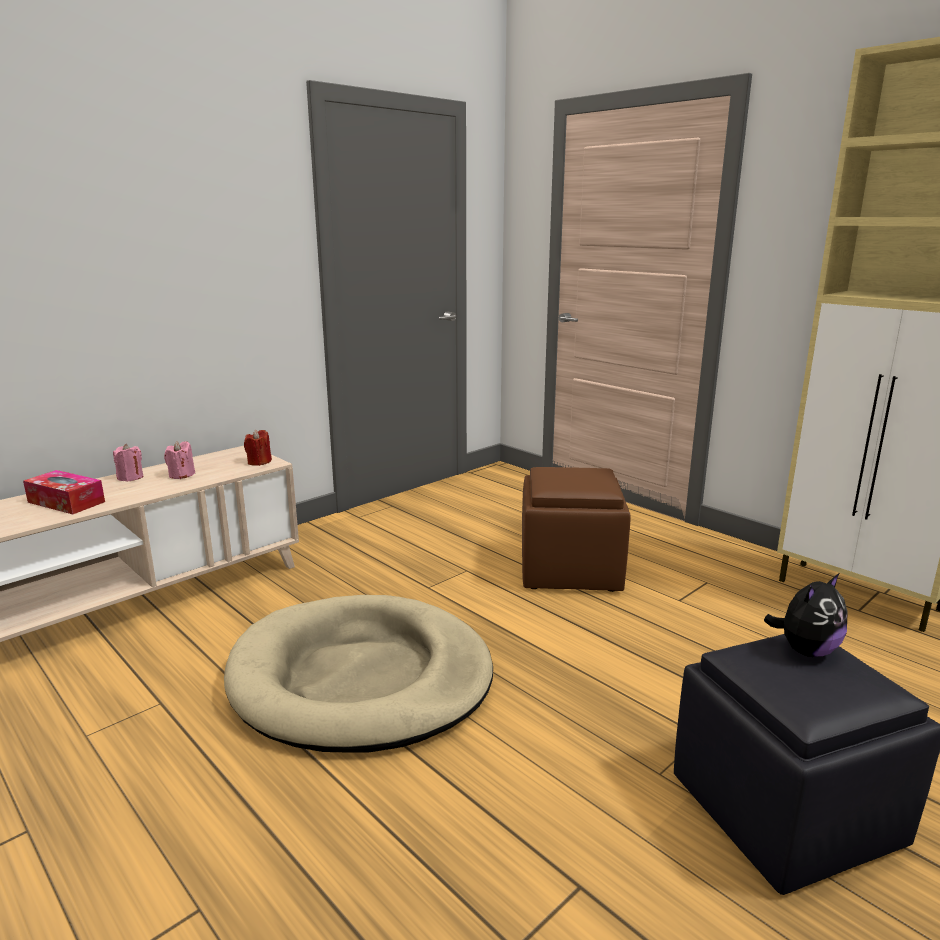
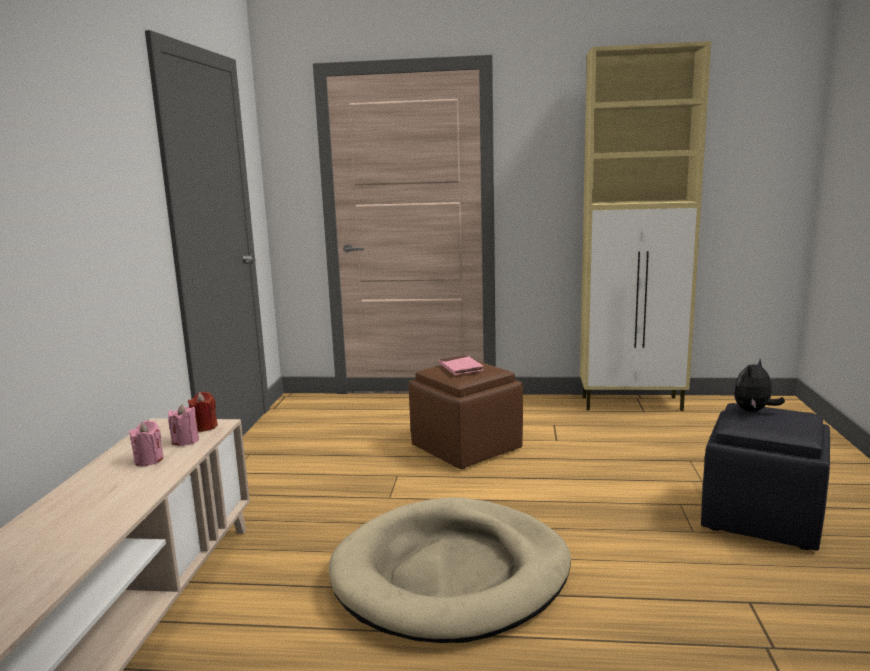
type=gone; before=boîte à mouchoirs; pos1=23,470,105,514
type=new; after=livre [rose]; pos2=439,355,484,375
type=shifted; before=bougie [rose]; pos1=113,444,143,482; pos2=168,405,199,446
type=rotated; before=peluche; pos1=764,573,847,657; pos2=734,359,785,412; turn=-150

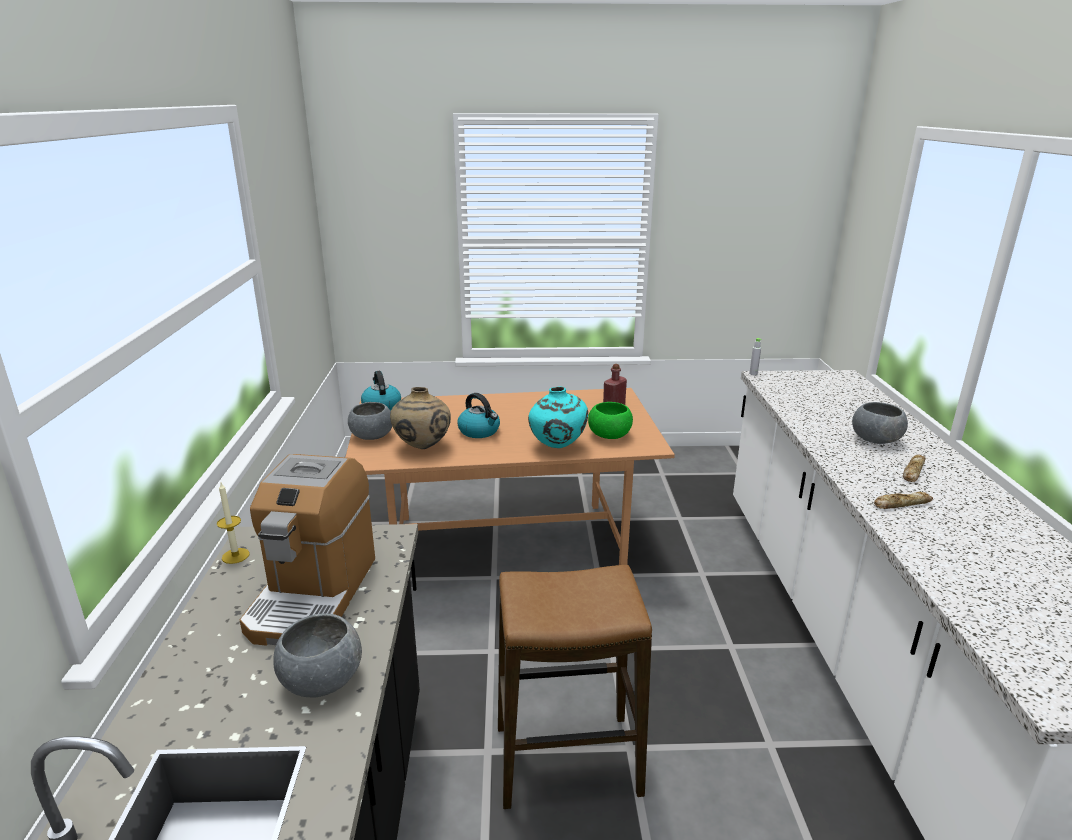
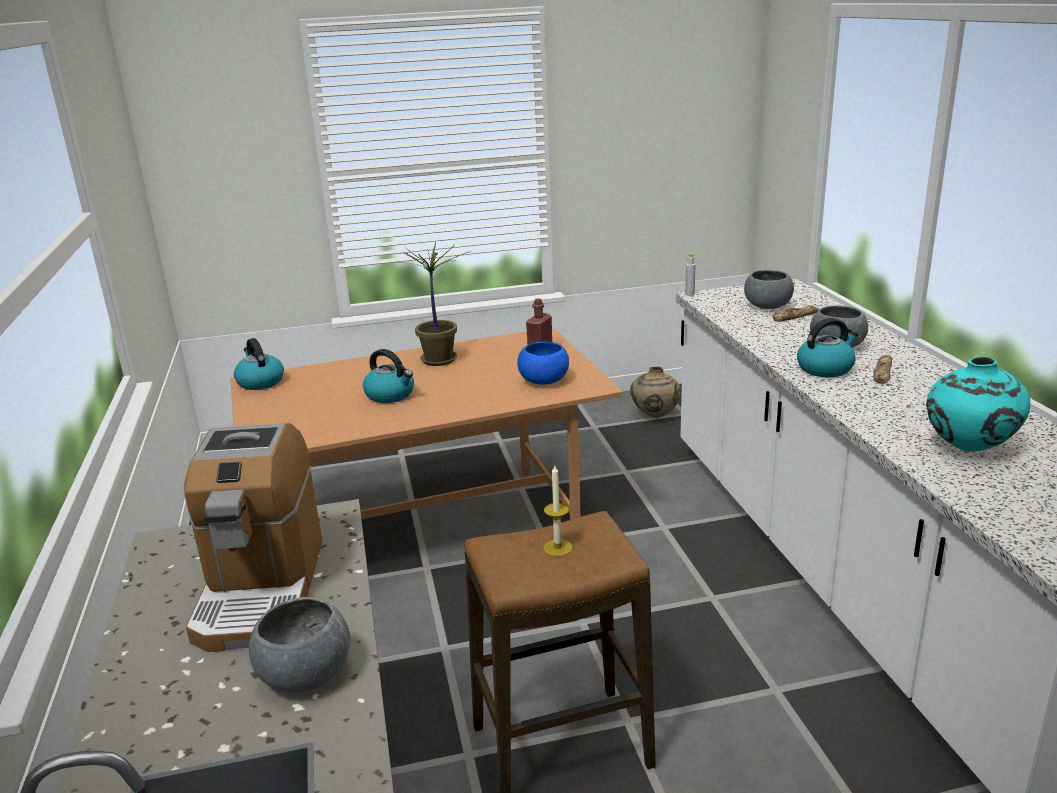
type=new; after=plante en pot; pos2=395,242,472,366
type=new; after=bouilloire; pos2=797,318,859,377
type=shifted; before=bougie; pos1=217,483,250,564; pos2=543,465,573,557
type=shifted; before=bol [gris]; pos1=348,402,392,440; pos2=744,270,794,309
type=shifted; before=vase [beige]; pos1=390,387,451,449; pos2=630,366,681,418
type=shifted; before=vase [turquoise]; pos1=528,386,588,448; pos2=926,356,1030,452
type=shifted; before=pain; pos1=874,492,933,509; pos2=773,305,819,321
type=repainted; before=bol [vert]; after=bol [bleu]; pos1=588,402,633,439; pos2=517,342,569,385

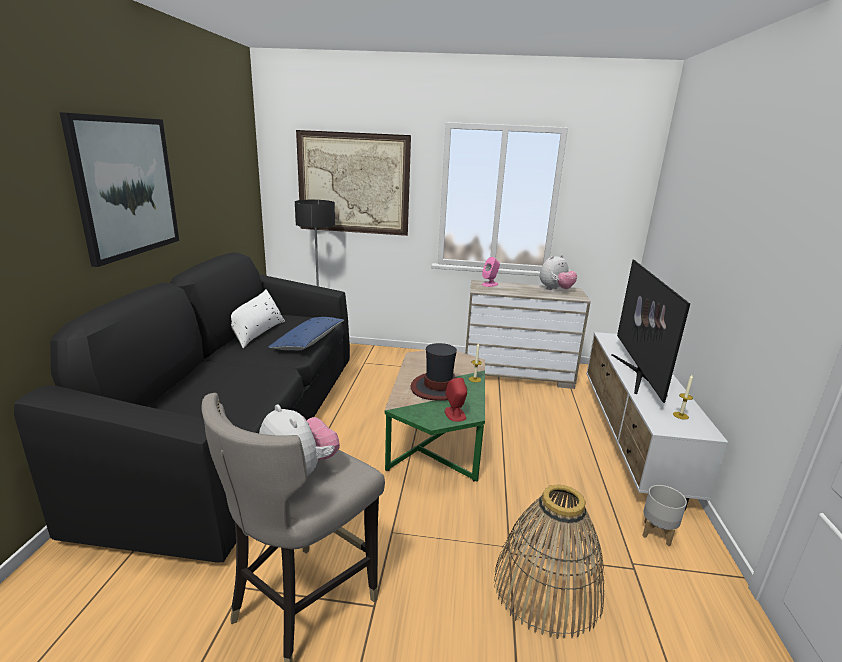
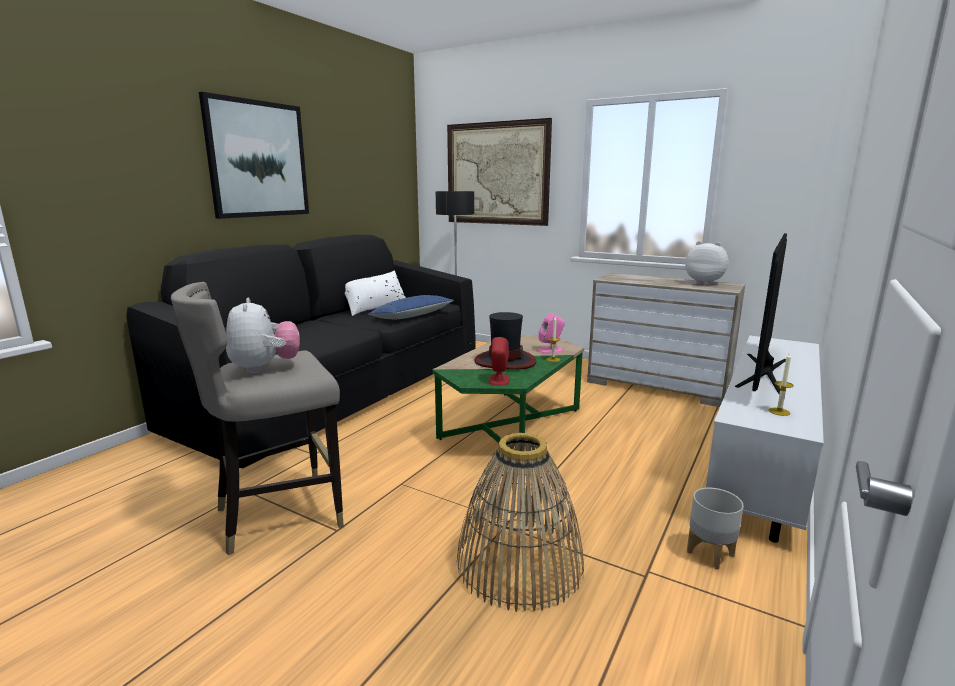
type=shifted; before=enceinte [rose]; pos1=482,257,500,287; pos2=538,313,565,354
type=rotated; before=peluche; pos1=540,255,577,290; pos2=685,241,728,285; turn=-135

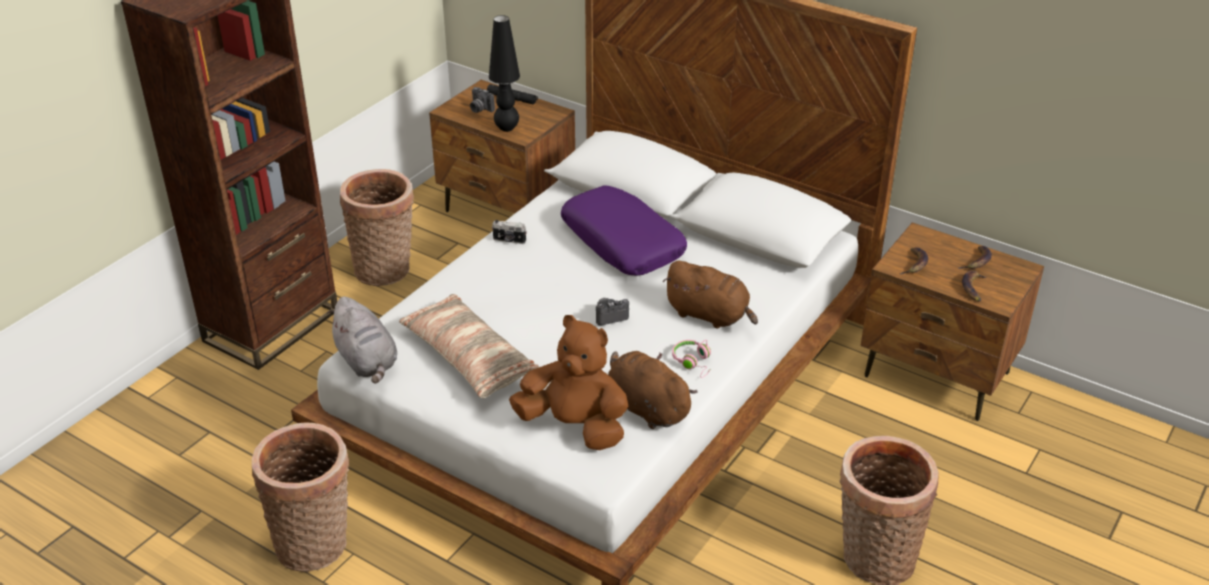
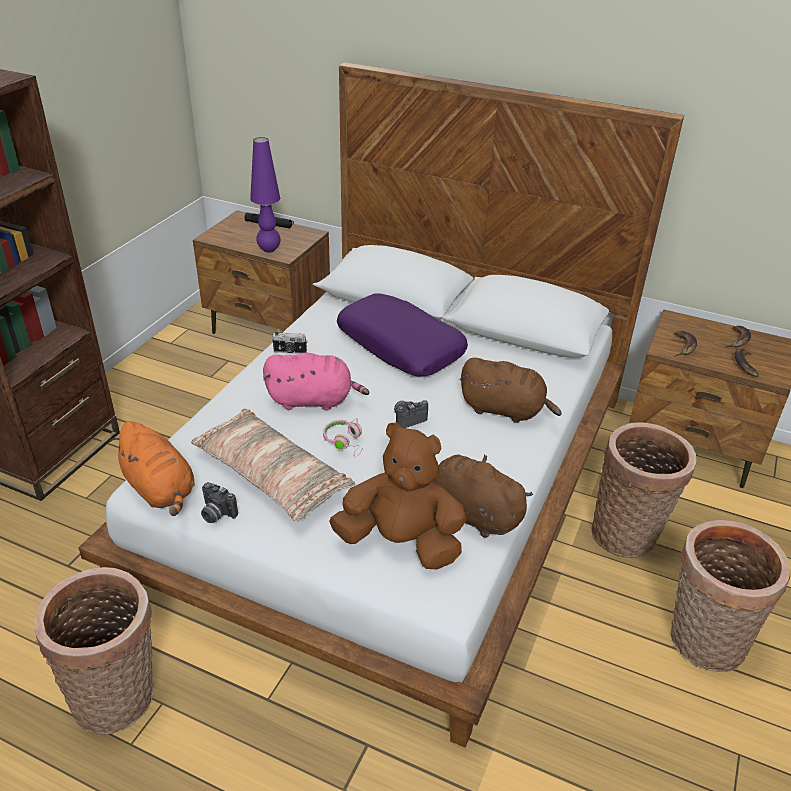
type=new; after=peluche [rose]; pos2=263,353,369,410
type=shifted; before=panier; pos1=340,169,414,286; pos2=592,422,697,558
type=shifted; before=appareil photo; pos1=470,87,495,113; pos2=201,482,238,523
type=shifted; before=casque audio [rose]; pos1=672,340,711,378; pos2=323,418,363,458
type=repainted; before=peluche [gris]; after=peluche [orange]; pos1=326,296,397,384; pos2=110,421,195,516
type=repainted; before=lampe de table [noir]; after=lampe de table [violet]; pos1=489,15,520,132; pos2=250,137,281,252

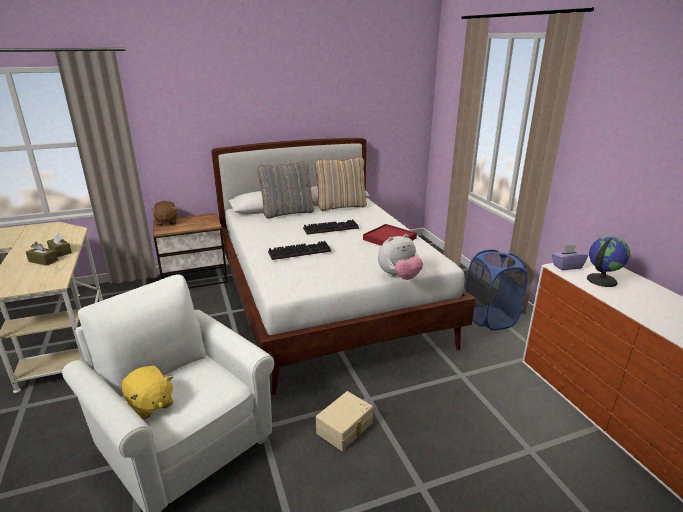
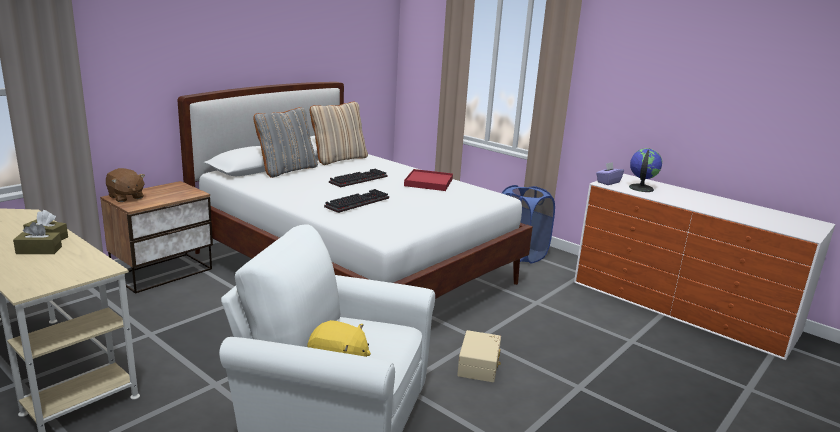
type=gone; before=peluche; pos1=378,234,423,280

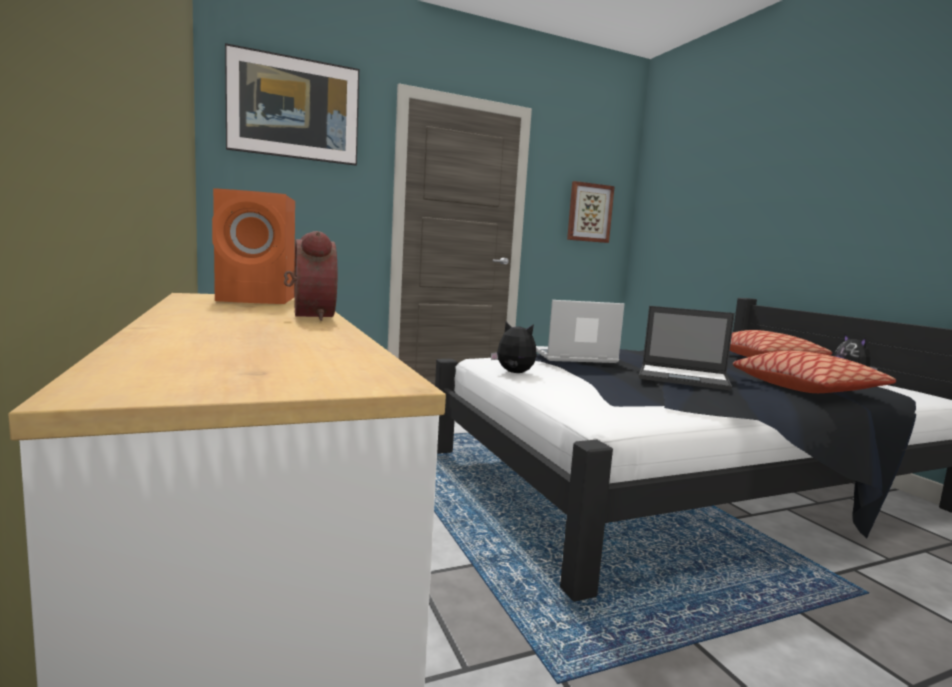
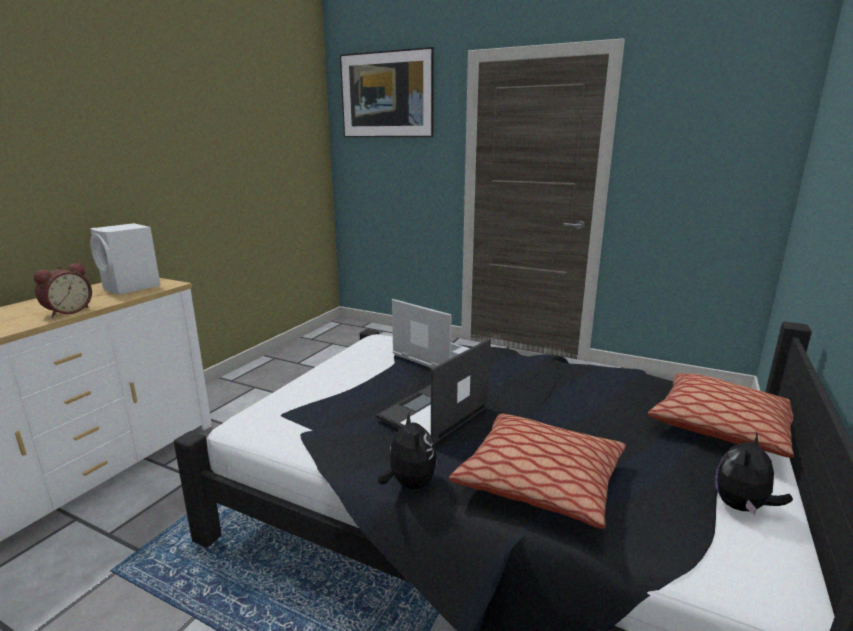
type=gone; before=tableau; pos1=567,181,615,243
type=shifted; before=peluche; pos1=491,322,537,373; pos2=378,411,437,489
type=repainted; before=enceinte [orange]; after=enceinte [blanc]; pos1=212,188,295,304; pos2=90,223,161,295
type=rotated; before=ordinateur portable; pos1=639,306,735,390; pos2=376,338,491,444; turn=60

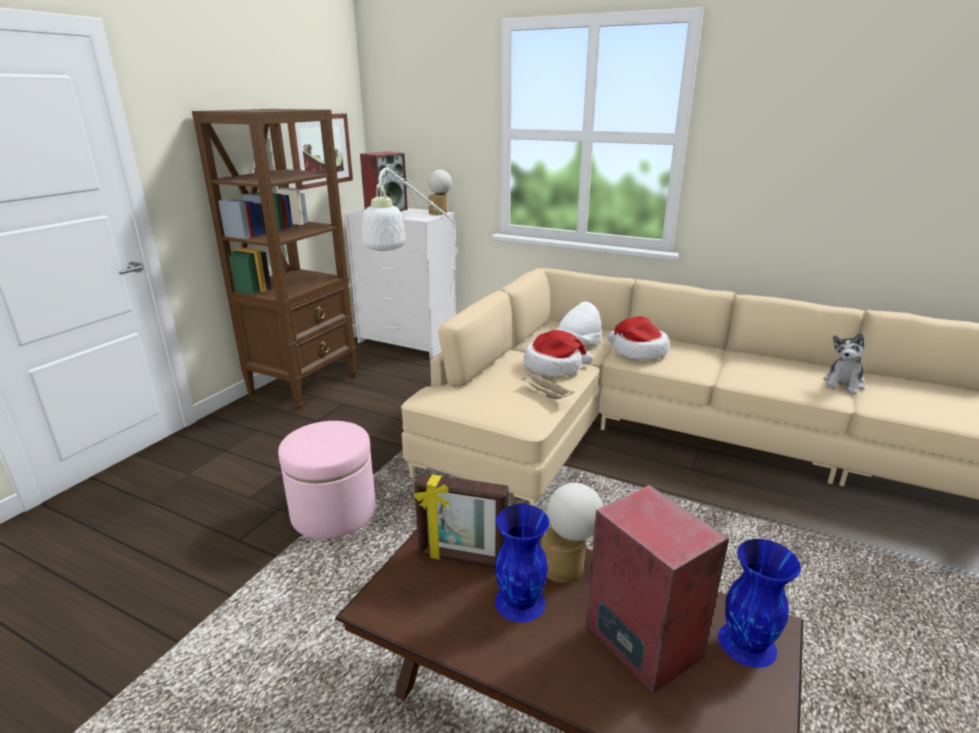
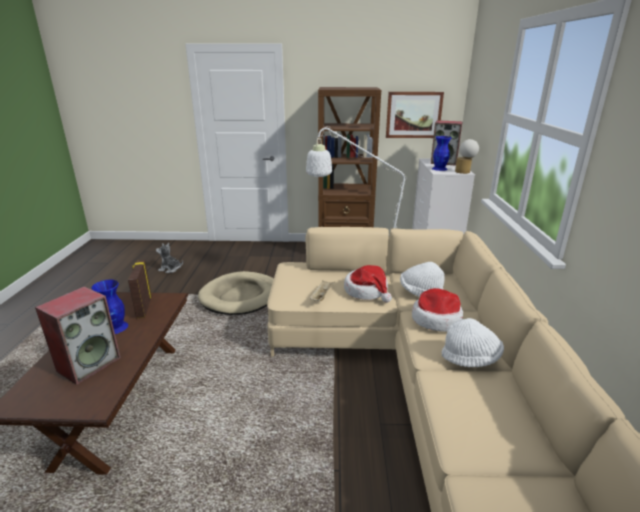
type=gone; before=lampe de table; pos1=541,483,603,583
type=new; after=chapeau [blanc]; pos2=442,318,504,367
type=shifted; before=vase [bleu]; pos1=718,539,801,668; pos2=432,136,452,171
type=shifted; before=peluche; pos1=823,333,865,395; pos2=156,243,183,273
type=swapped; before=pouf [rose]; after=panier pour chien [beige]; pos1=278,421,376,539; pos2=198,271,274,315

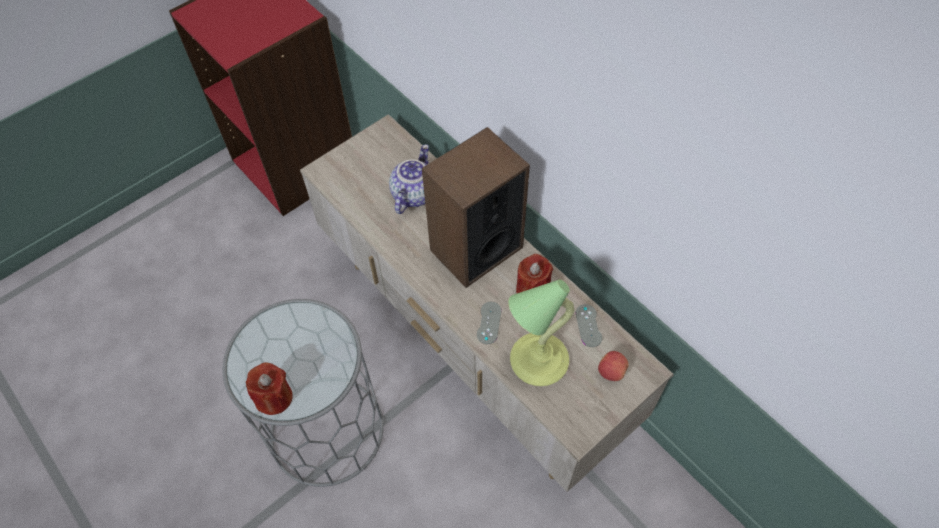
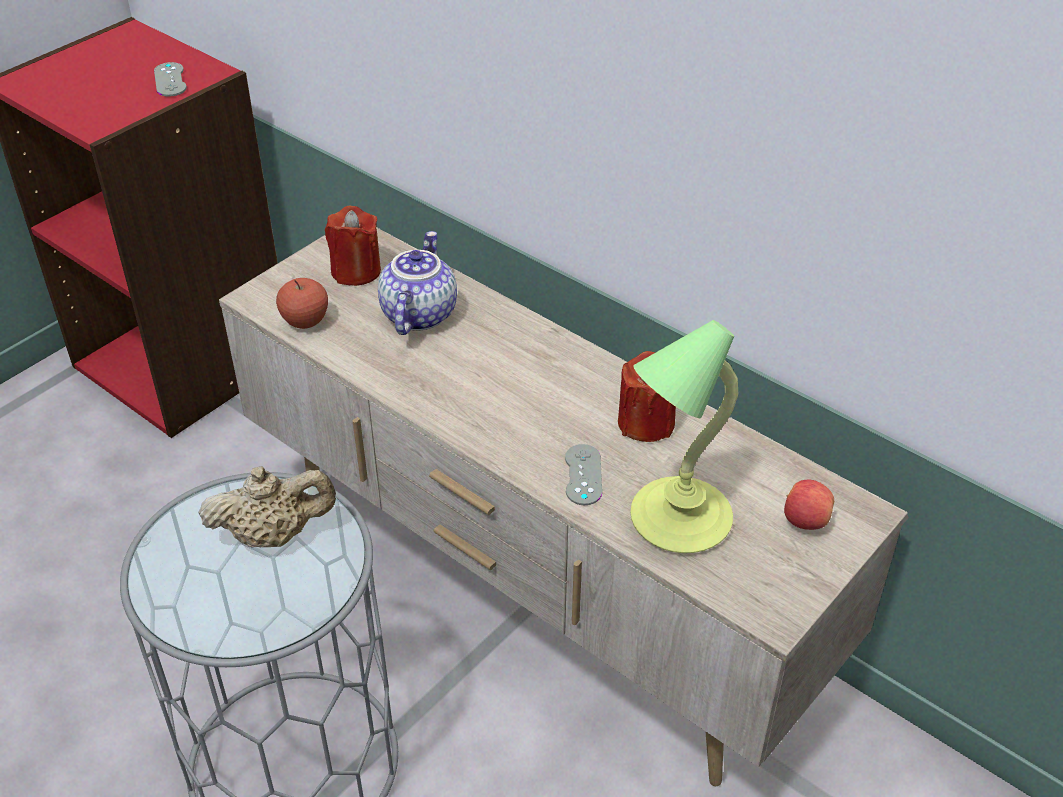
type=gone; before=enceinte; pos1=422,127,530,288
type=new; after=théière [beige]; pos2=198,466,336,547
type=new; after=pomme; pos2=276,278,328,329
type=shifted; before=bougie [rouge]; pos1=246,362,293,415; pos2=325,206,381,286
type=shifted; before=manette [gris]; pos1=576,304,602,347; pos2=154,62,187,97

